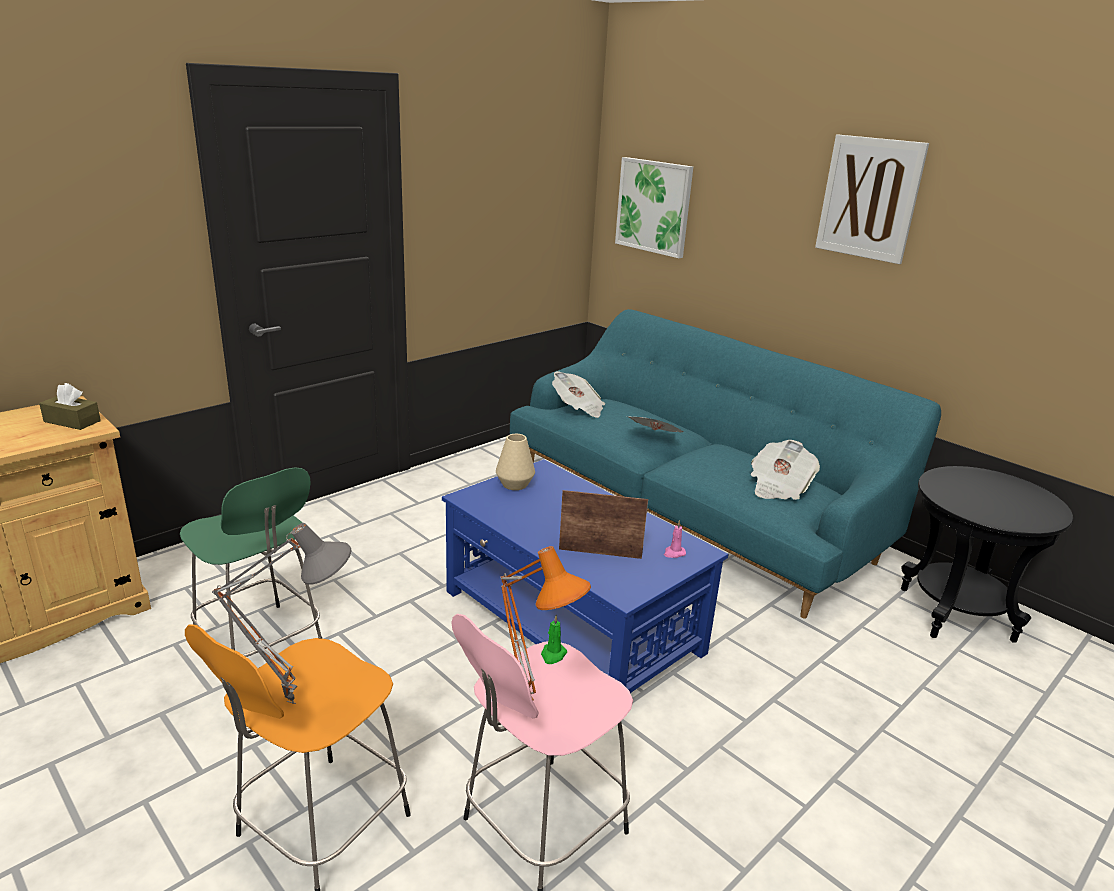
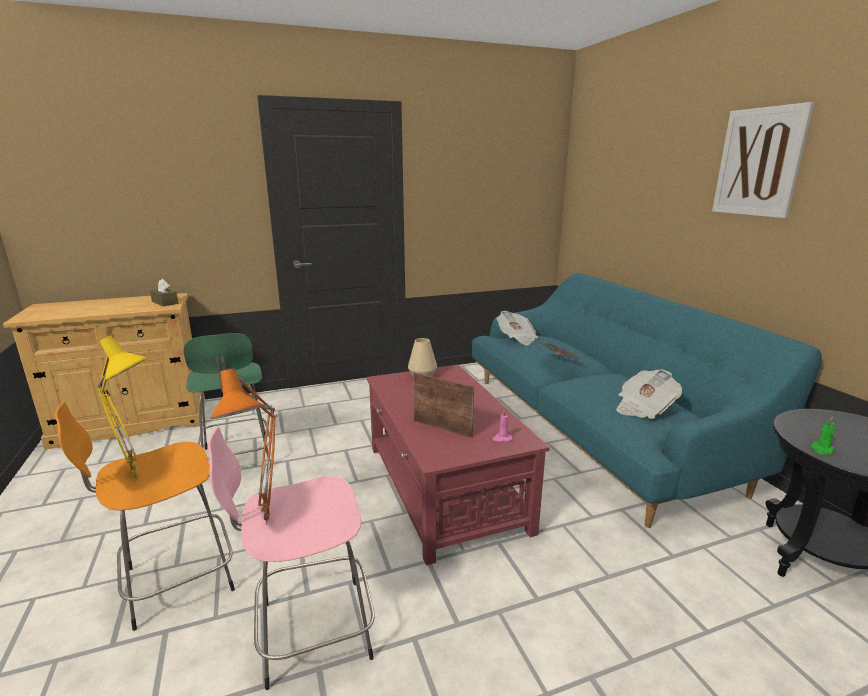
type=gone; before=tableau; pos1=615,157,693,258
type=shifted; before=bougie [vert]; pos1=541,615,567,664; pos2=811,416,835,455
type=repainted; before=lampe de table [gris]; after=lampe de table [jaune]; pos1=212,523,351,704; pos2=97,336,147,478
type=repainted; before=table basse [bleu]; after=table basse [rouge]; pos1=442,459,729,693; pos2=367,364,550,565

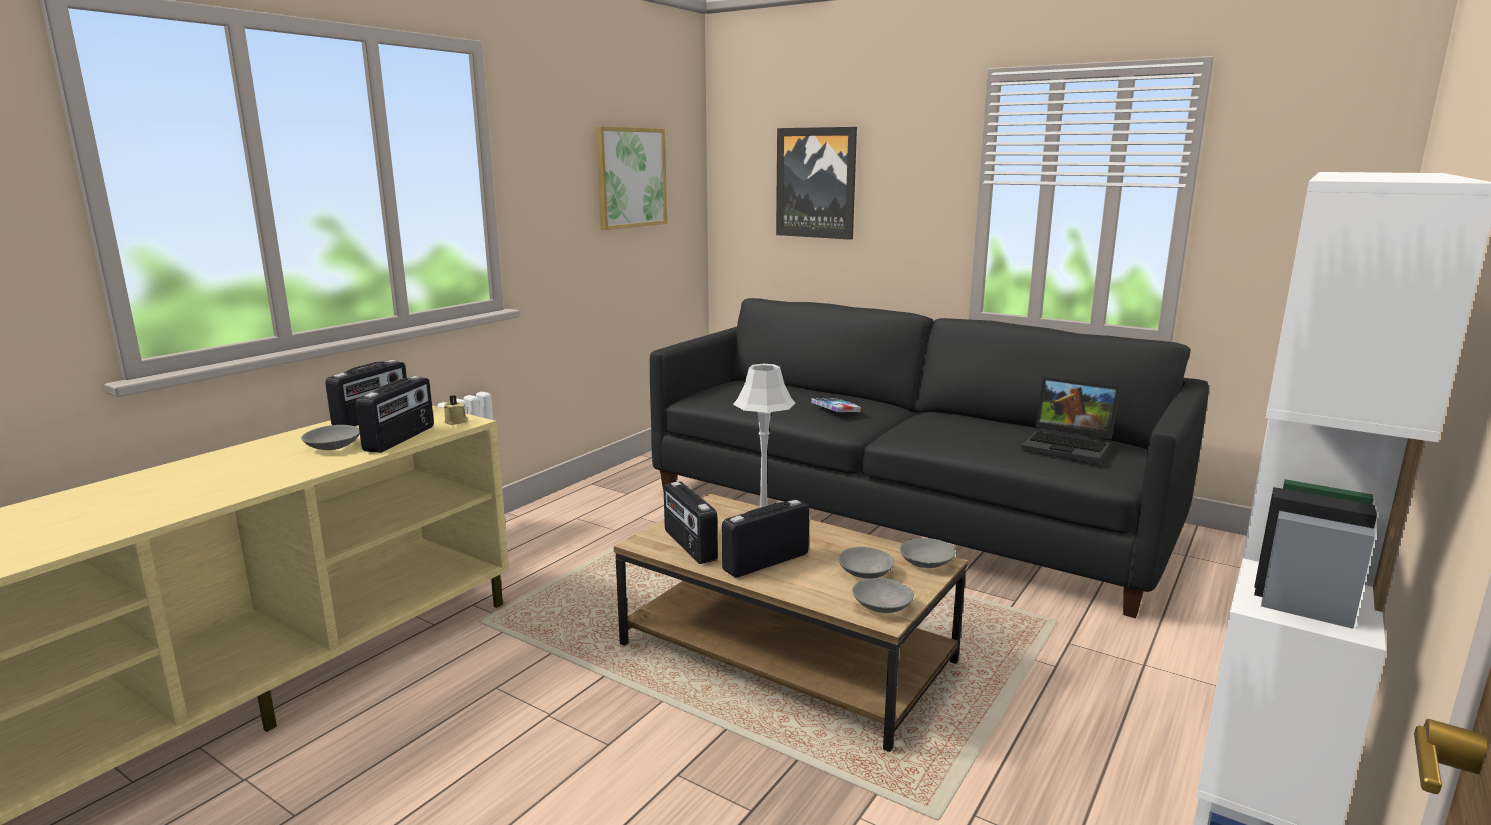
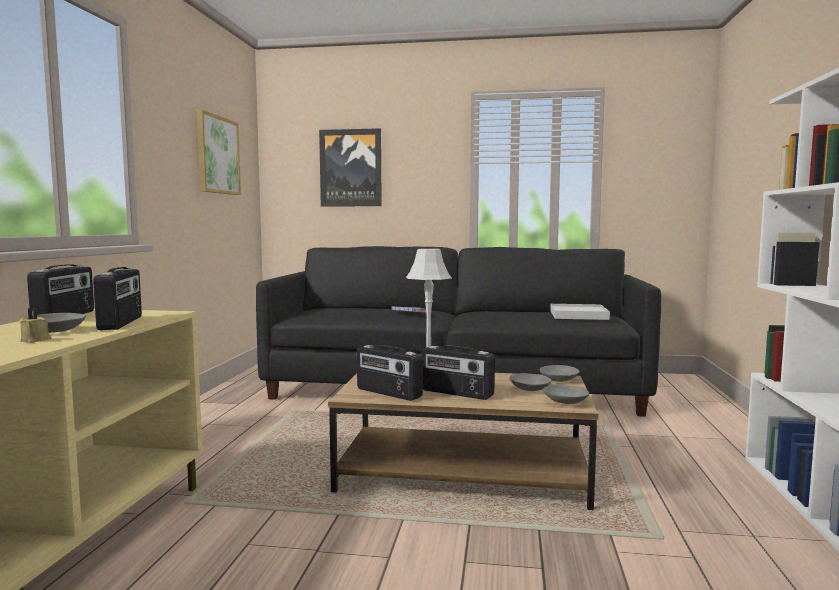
type=shifted; before=bougie [beige]; pos1=444,395,468,425; pos2=20,308,51,343
type=swapped; before=ordinateur portable; after=plateau [blanc]; pos1=1021,377,1120,464; pos2=550,304,610,320
type=rotated; before=radio; pos1=722,499,810,578; pos2=422,346,495,400; turn=-90

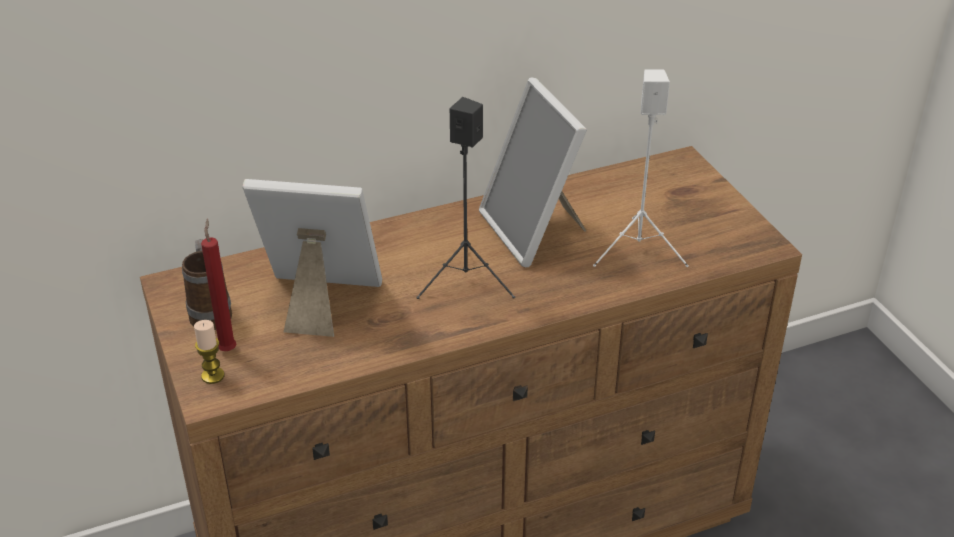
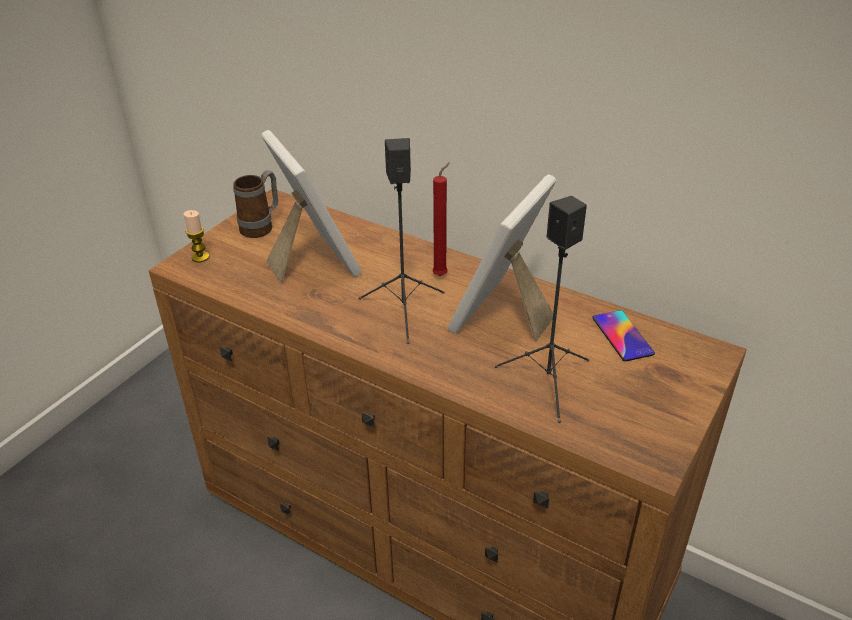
type=new; after=téléphone; pos2=592,310,655,361
type=shifted; before=bougie [rouge]; pos1=201,219,237,351; pos2=432,162,450,276
type=repainted; before=enceinte [blanc]; after=enceinte [noir]; pos1=593,70,689,267; pos2=495,196,590,423

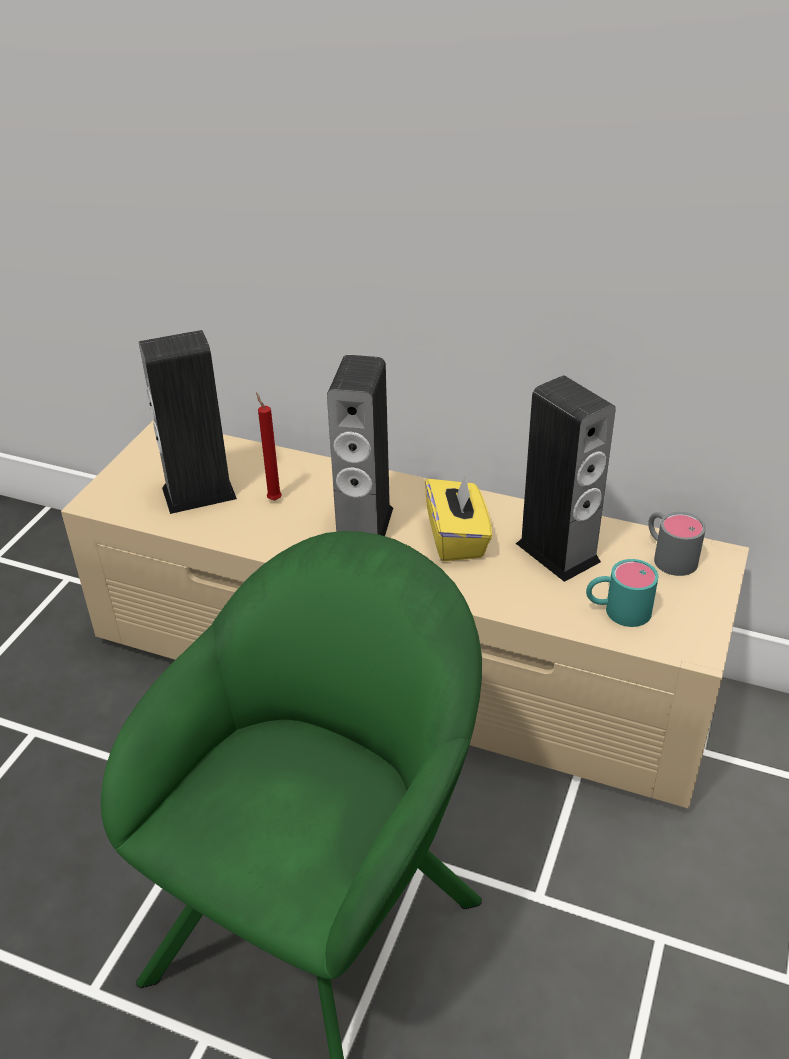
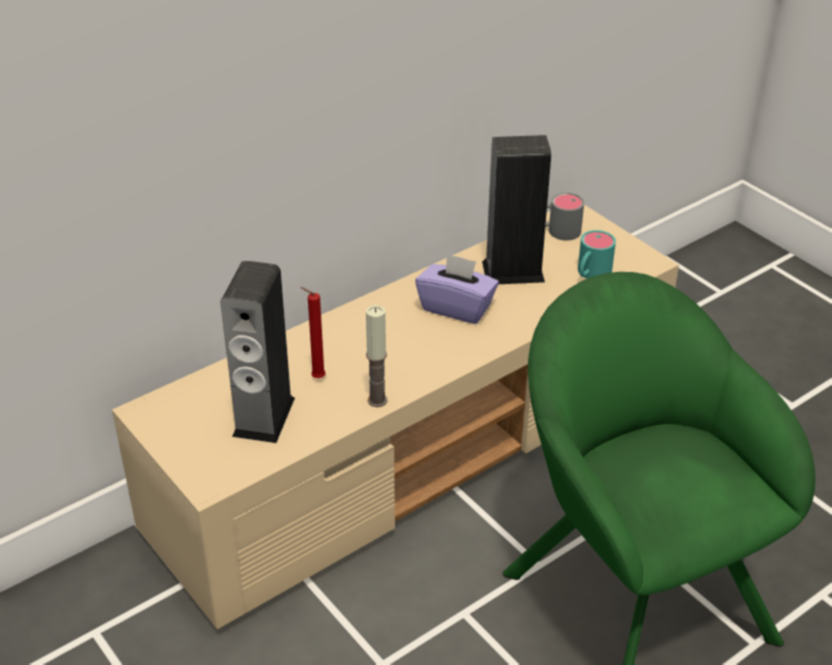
type=gone; before=enceinte; pos1=327,355,393,536
type=new; after=bougie; pos2=366,305,387,407
type=repainted; before=boîte à mouchoirs [jaune]; after=boîte à mouchoirs [violet]; pos1=425,474,492,561; pos2=415,253,499,324

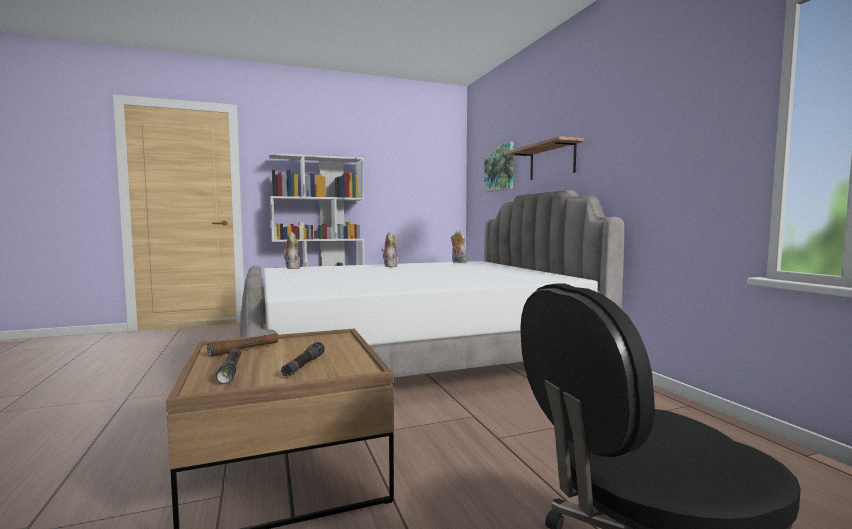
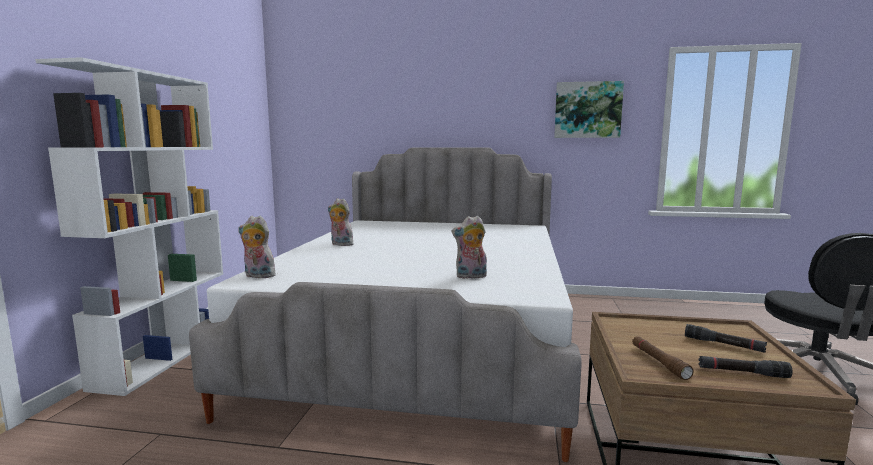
type=gone; before=étagère; pos1=504,136,585,180
type=shifted; before=peluche; pos1=451,231,467,263; pos2=451,215,487,279
type=shifted; before=tableau; pos1=484,142,514,192; pos2=554,81,624,138

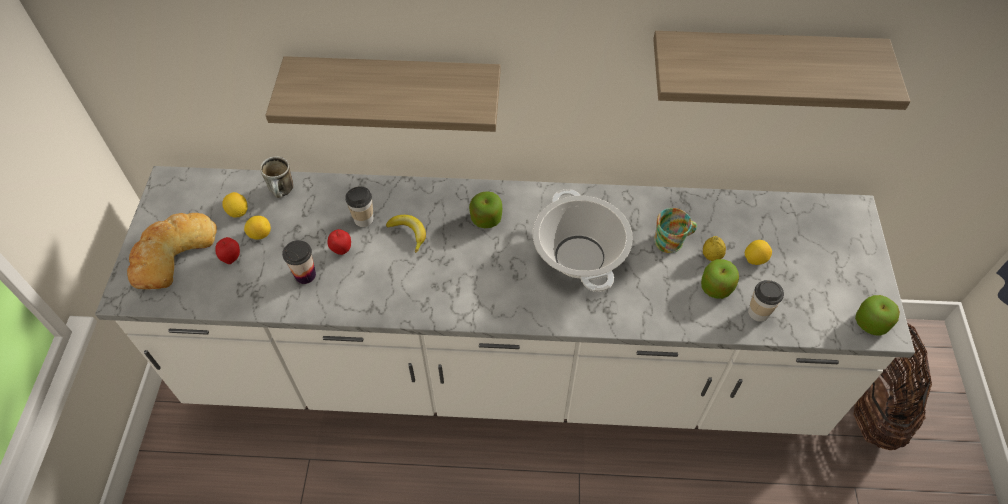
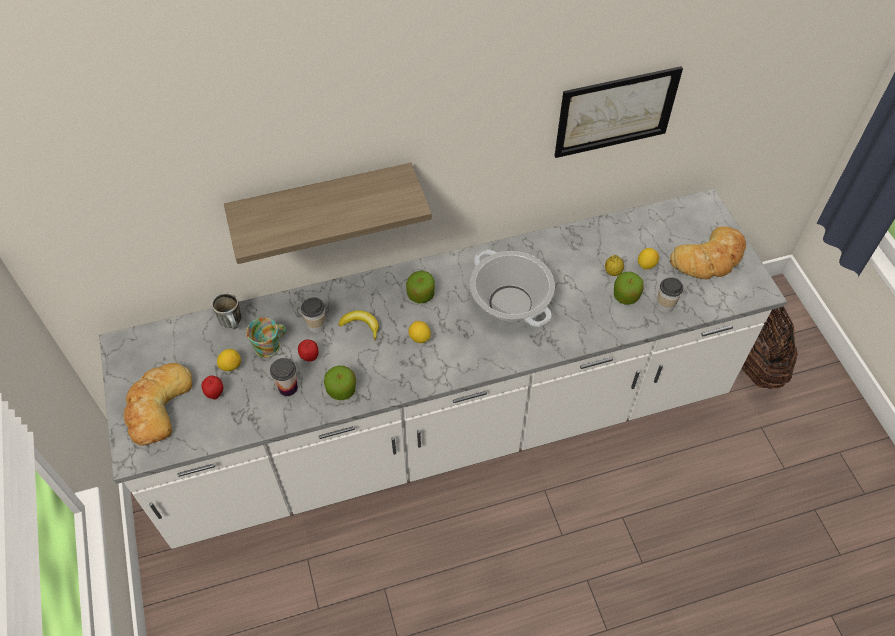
type=new; after=pain; pos2=670,227,746,279
type=shifted; before=citron; pos1=222,192,248,217; pos2=408,321,431,343
type=shifted; before=mug; pos1=654,208,697,253; pos2=246,318,286,358
type=shifted; before=pomme; pos1=855,295,900,336; pos2=324,365,356,400
type=swapped; before=étagère; after=tableau; pos1=653,31,910,110; pos2=555,66,683,158

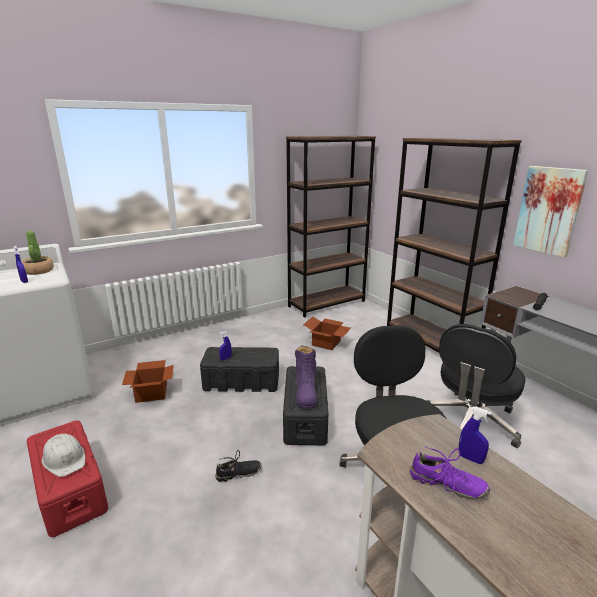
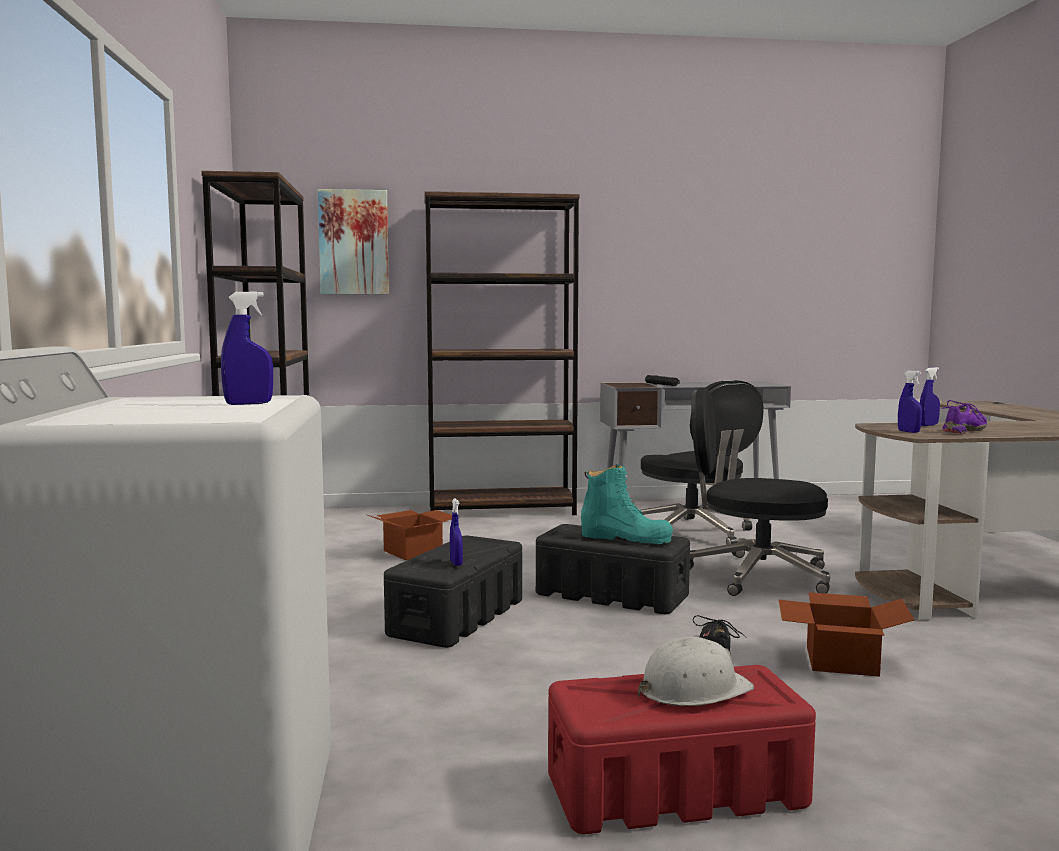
type=gone; before=plante en pot; pos1=22,230,54,275
type=new; after=vaporisateur [bleu]; pos2=898,371,922,433
type=shifted; before=carton; pos1=122,360,174,403; pos2=779,592,914,677
type=shifted; before=tableau; pos1=513,166,589,258; pos2=318,189,389,295
type=repainted; before=botte [violet]; after=botte [turquoise]; pos1=295,346,317,409; pos2=581,464,673,544

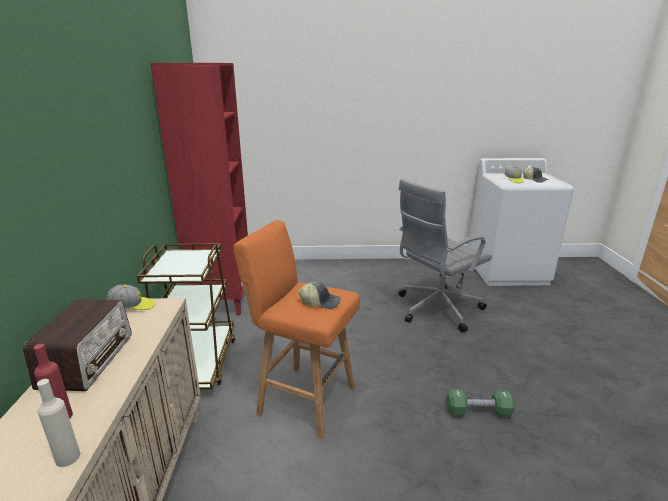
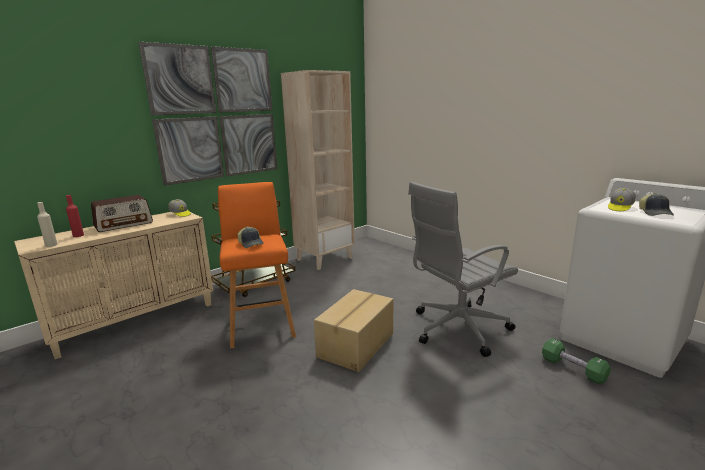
type=new; after=tableau; pos2=139,42,277,186
type=new; after=carton; pos2=314,289,393,372
type=shifted; before=haltère [vert]; pos1=446,390,515,416; pos2=542,338,611,384
type=repainted; before=bibliothèque [rouge]; after=bibliothèque [beige]; pos1=150,63,248,315; pos2=281,70,355,270
type=rotated; before=chaise de bureau [gris]; pos1=398,179,492,332; pos2=408,182,518,357; turn=-45

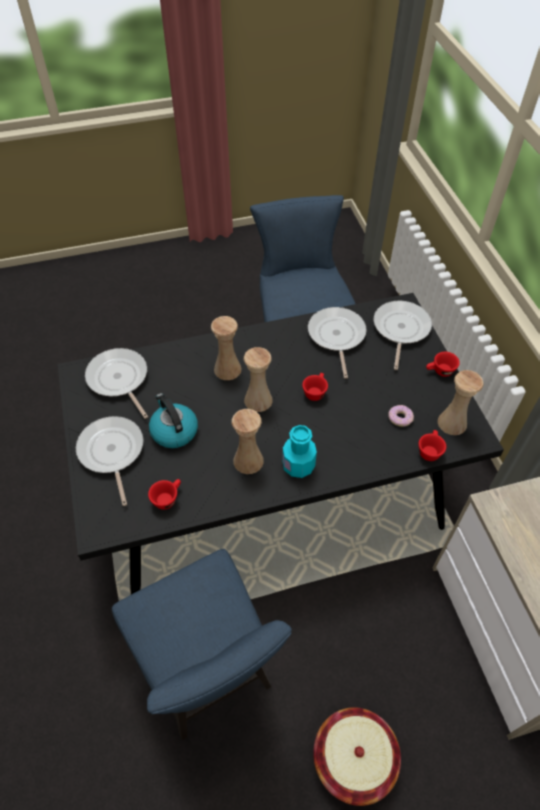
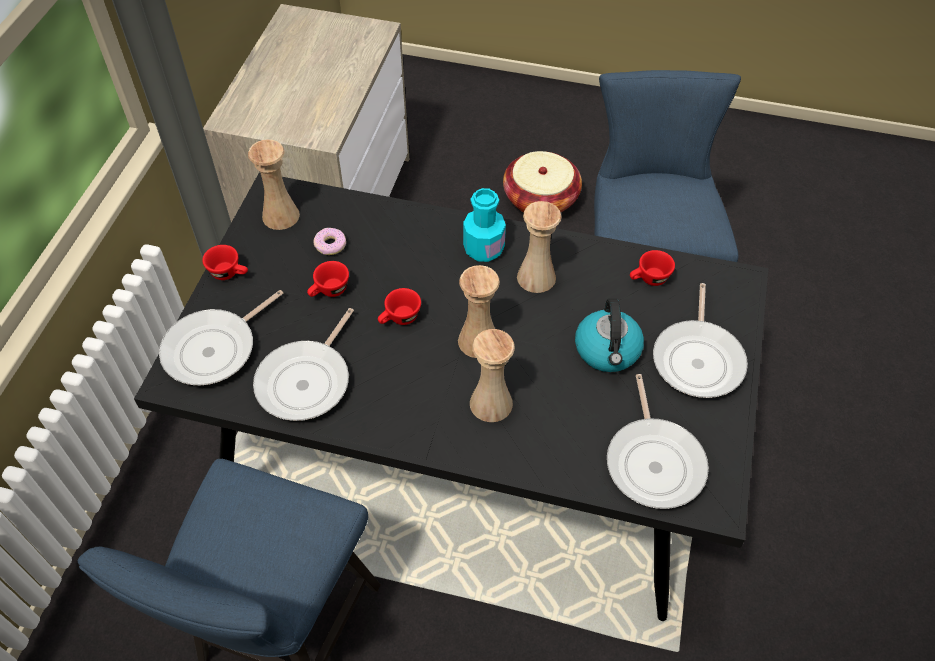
type=shifted; before=tasse [rouge]; pos1=418,430,446,461; pos2=307,261,349,297

